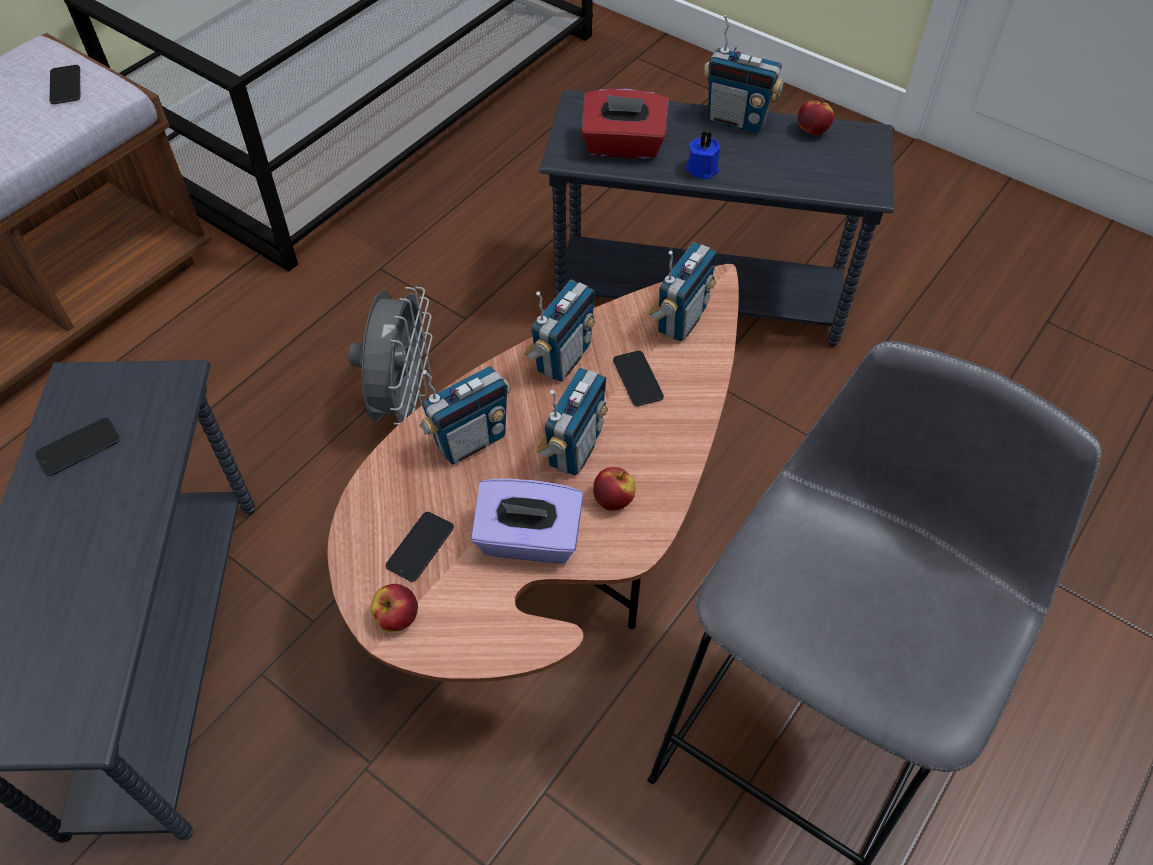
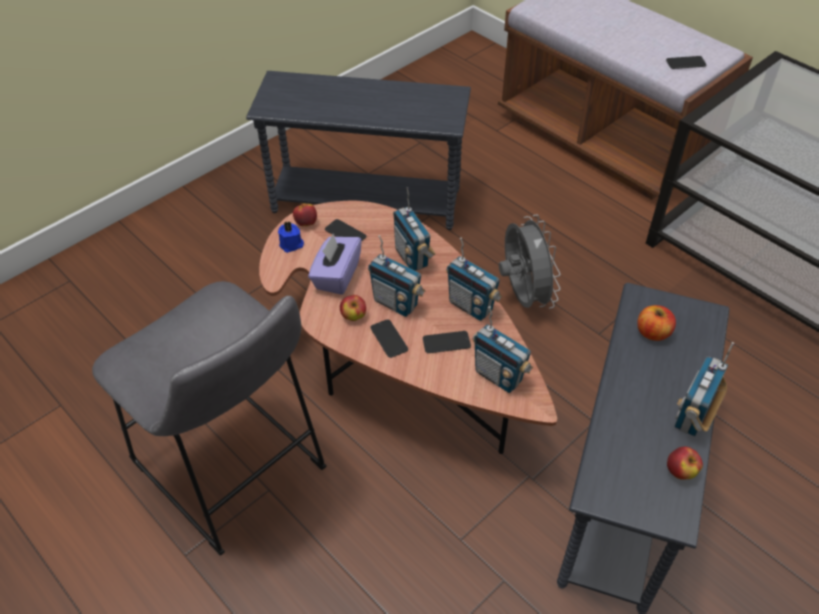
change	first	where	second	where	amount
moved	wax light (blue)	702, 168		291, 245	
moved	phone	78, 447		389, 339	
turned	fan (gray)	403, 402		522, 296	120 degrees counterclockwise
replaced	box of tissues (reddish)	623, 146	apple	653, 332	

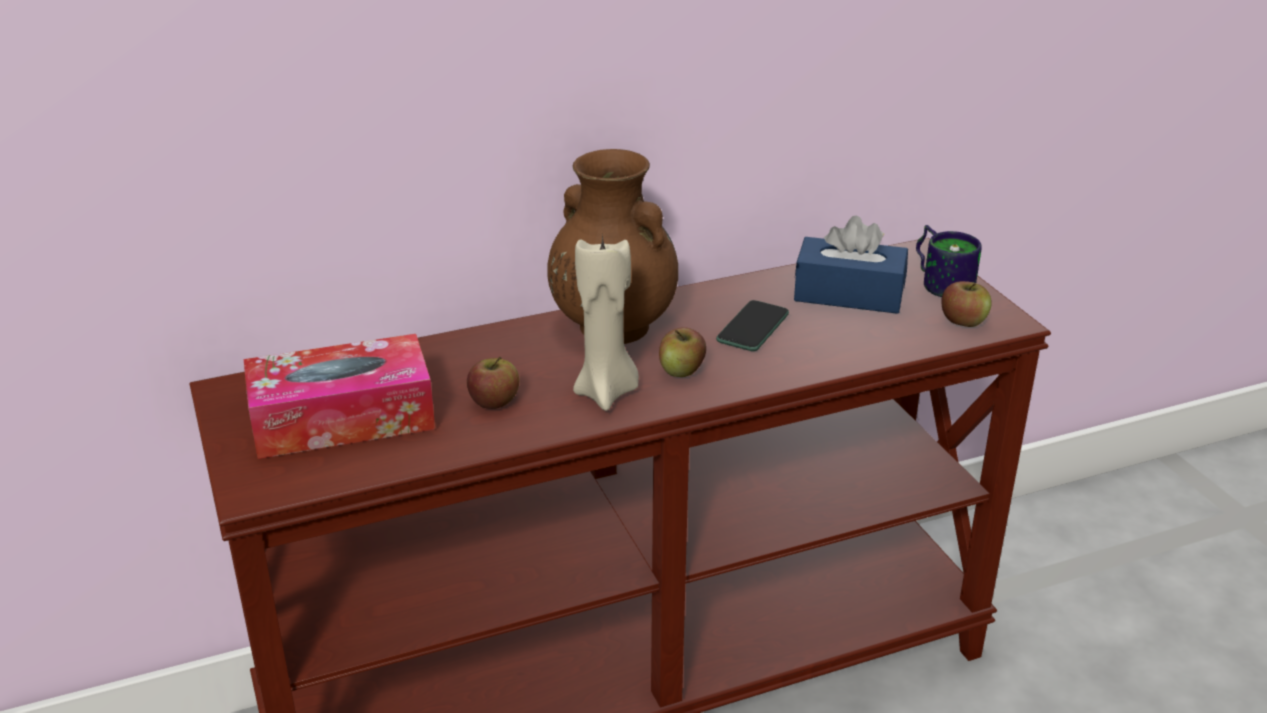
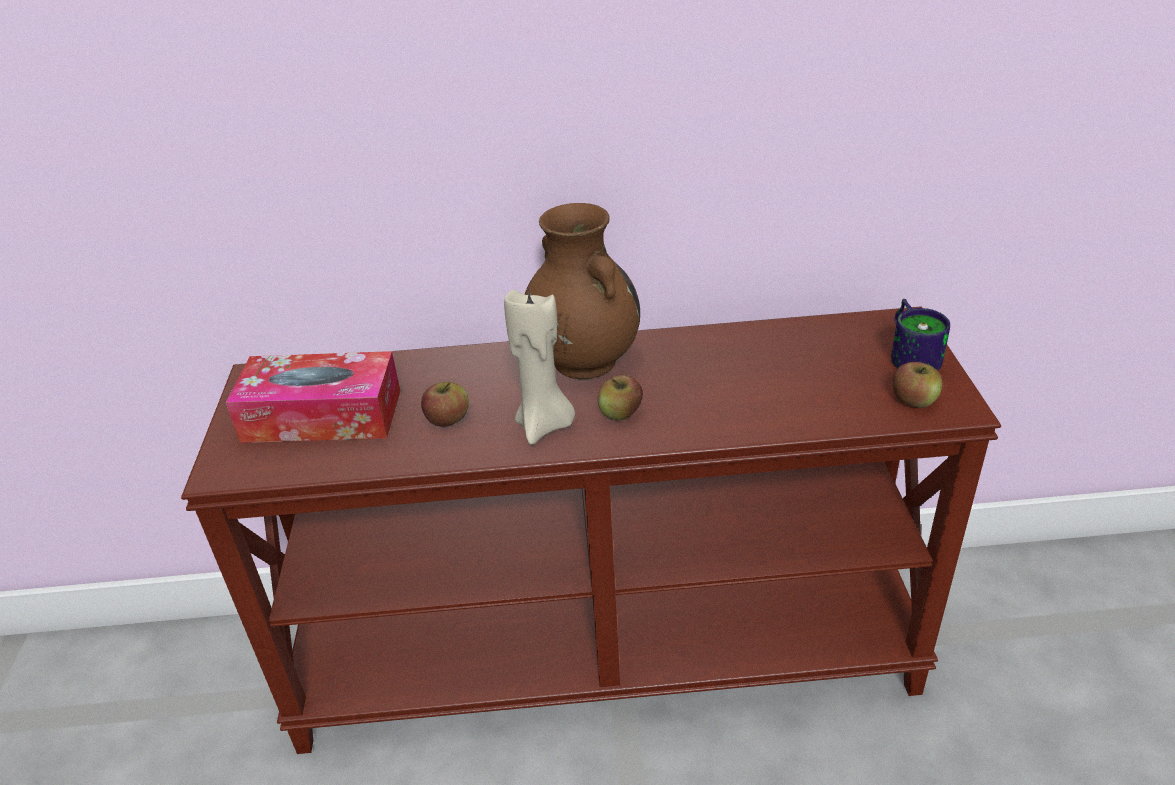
change	first	where	second	where	amount
removed	phone	753, 327			
removed	box of tissues (blue)	849, 294			

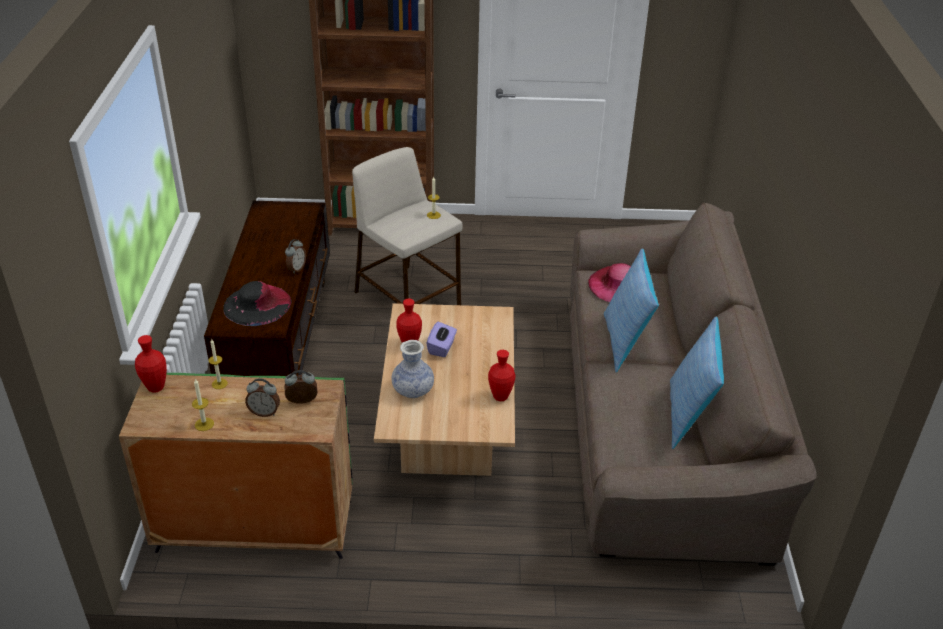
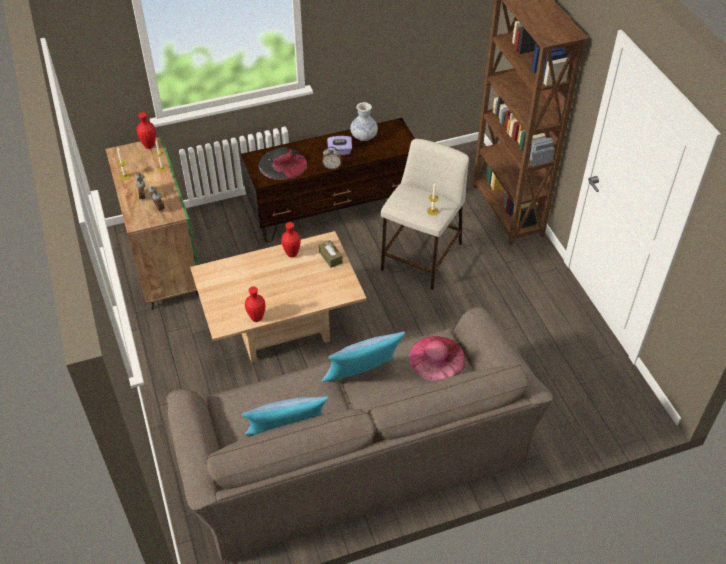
change	first	where	second	where	amount
added			box of tissues (brown-coloured)	330, 257	
moved	box of tissues (purple-coloured)	442, 348		339, 151	
moved	flower vase	413, 390		364, 136	

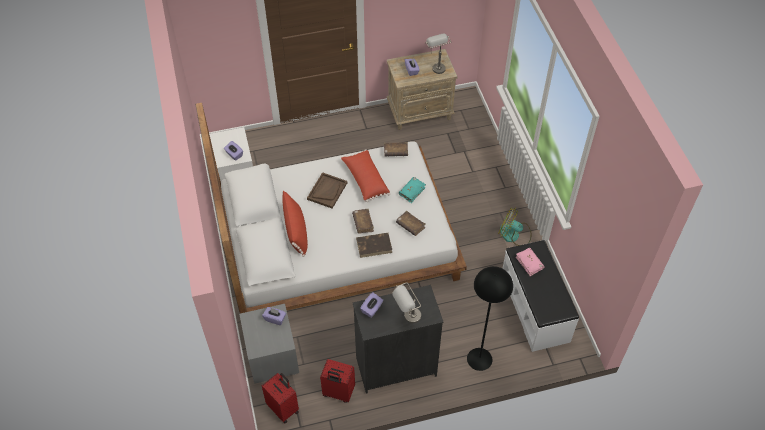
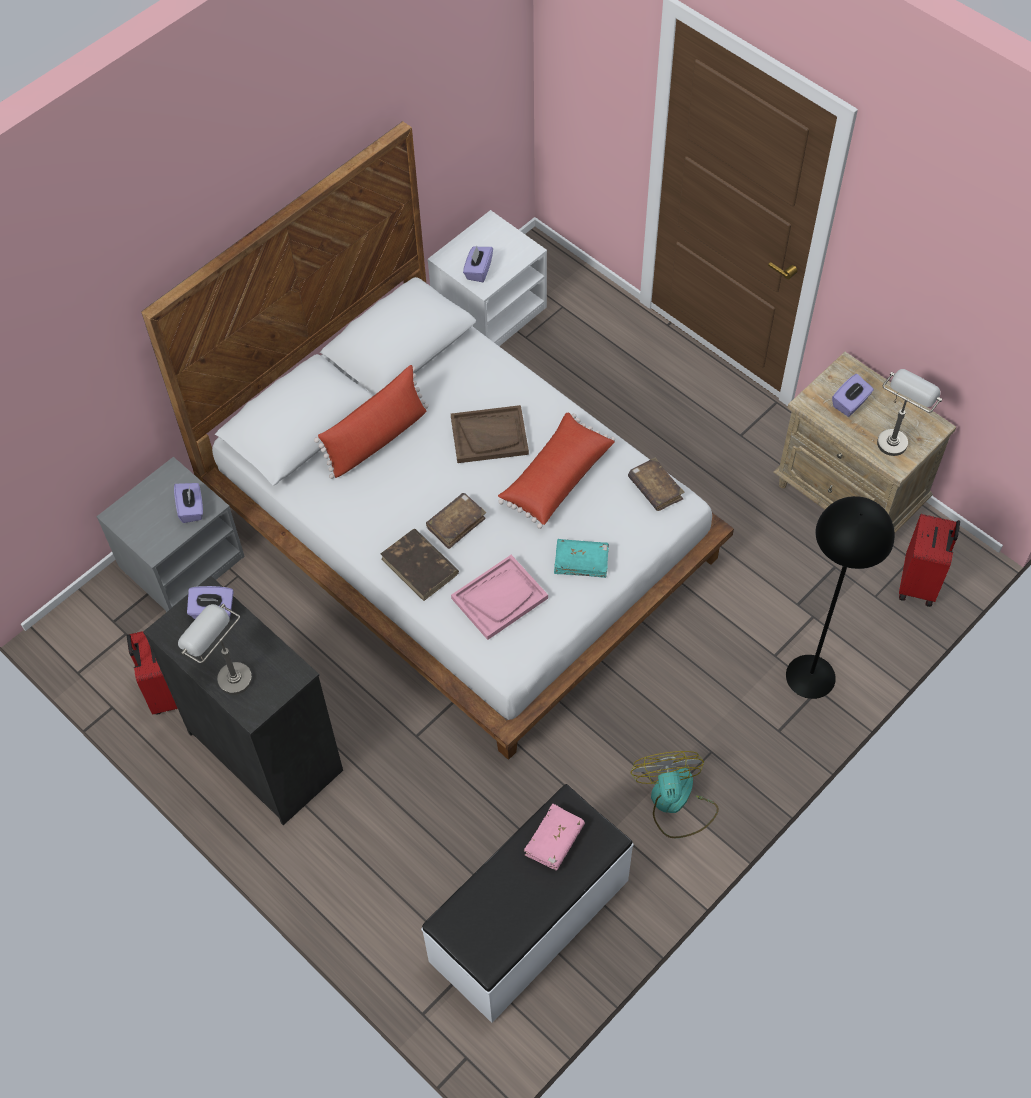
change	first	where	second	where	amount
replaced	book (brown-coloured)	410, 226	carrying tray (pink)	499, 598	
moved	standard lamp (blackish)	480, 359		811, 677	
moved	travel case (reddish)	283, 408		920, 583	

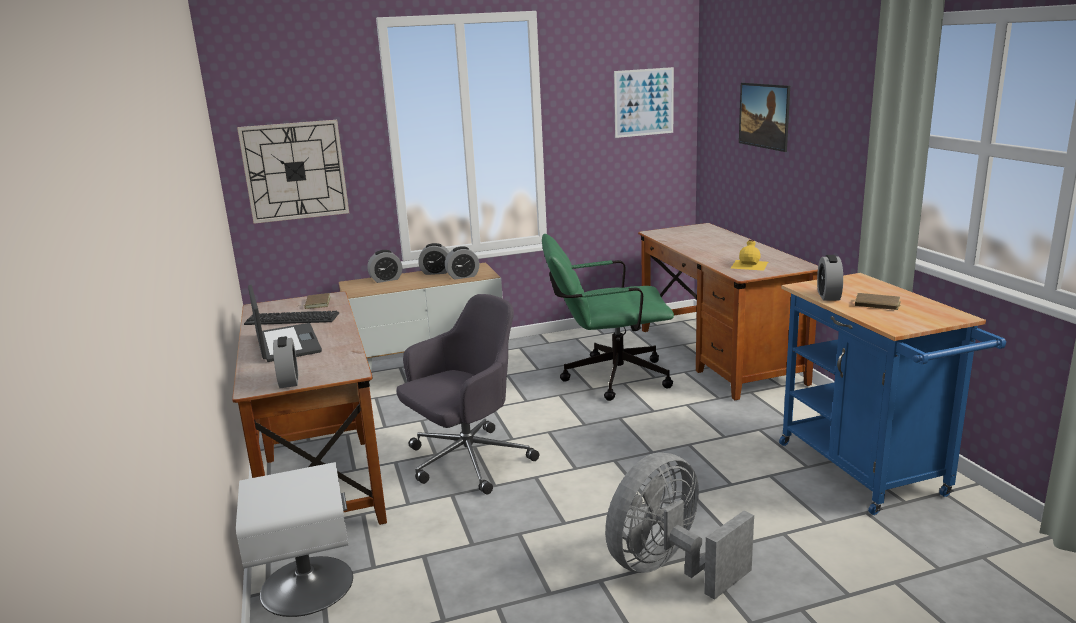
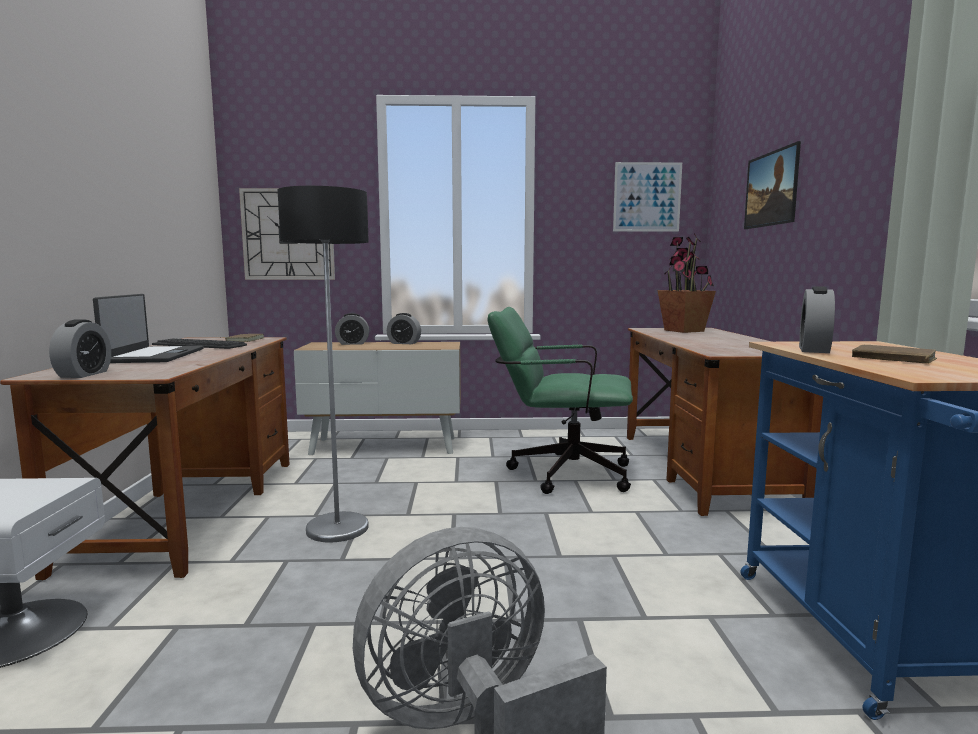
change	first	where	second	where	amount
replaced	desk chair (gray)	466, 461	standard lamp	338, 528	
added			houseplant	683, 331	
removed	bedside clock	463, 276			
removed	drink bottle (yellow-coloured)	750, 264			

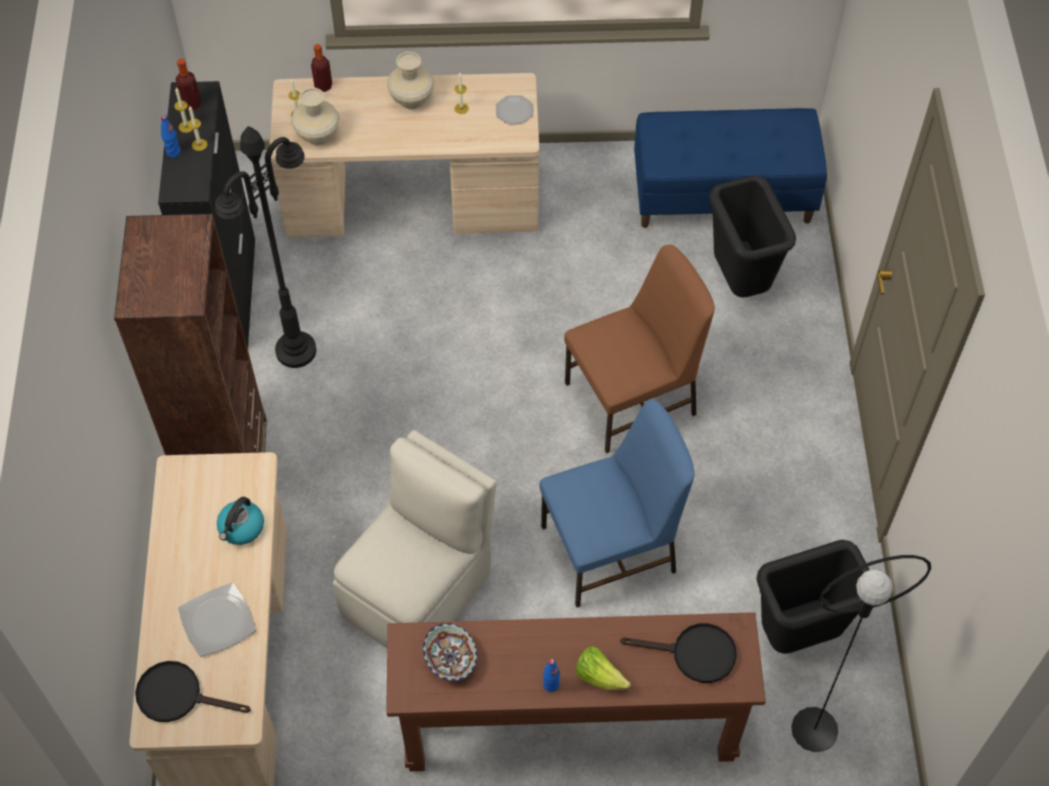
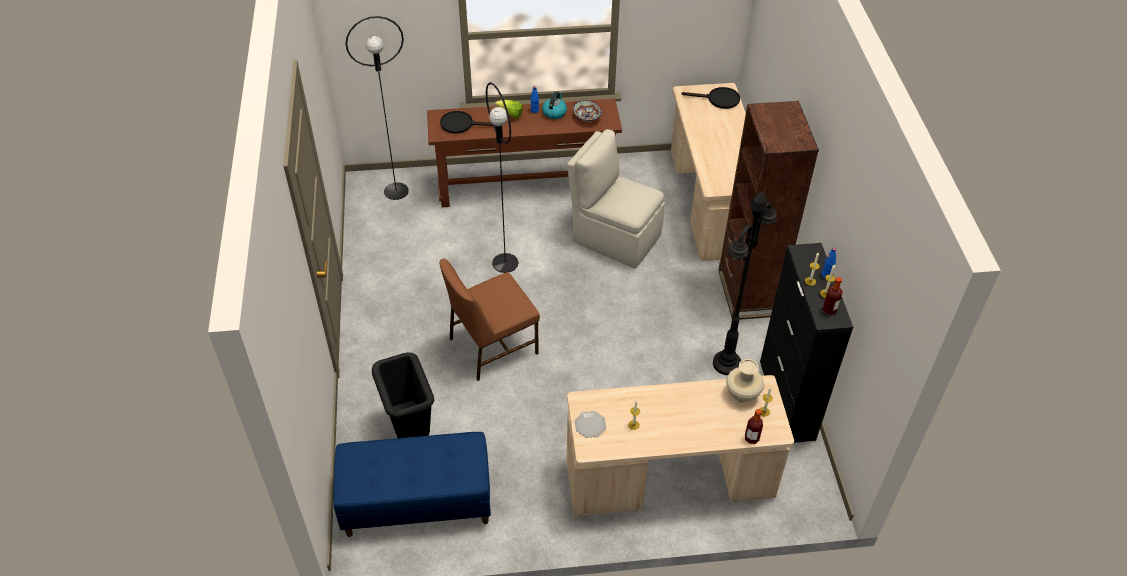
change	first	where	second	where	amount
replaced	chair (blue)	611, 549	standard lamp (blackish)	505, 263	
moved	tea kettle	241, 528		554, 112	
turned	chair (beige)	419, 592		614, 237	90 degrees clockwise
removed	plate	218, 620			
removed	flower vase (beige)	412, 100			
removed	rubbish bin (blackish)	798, 635			

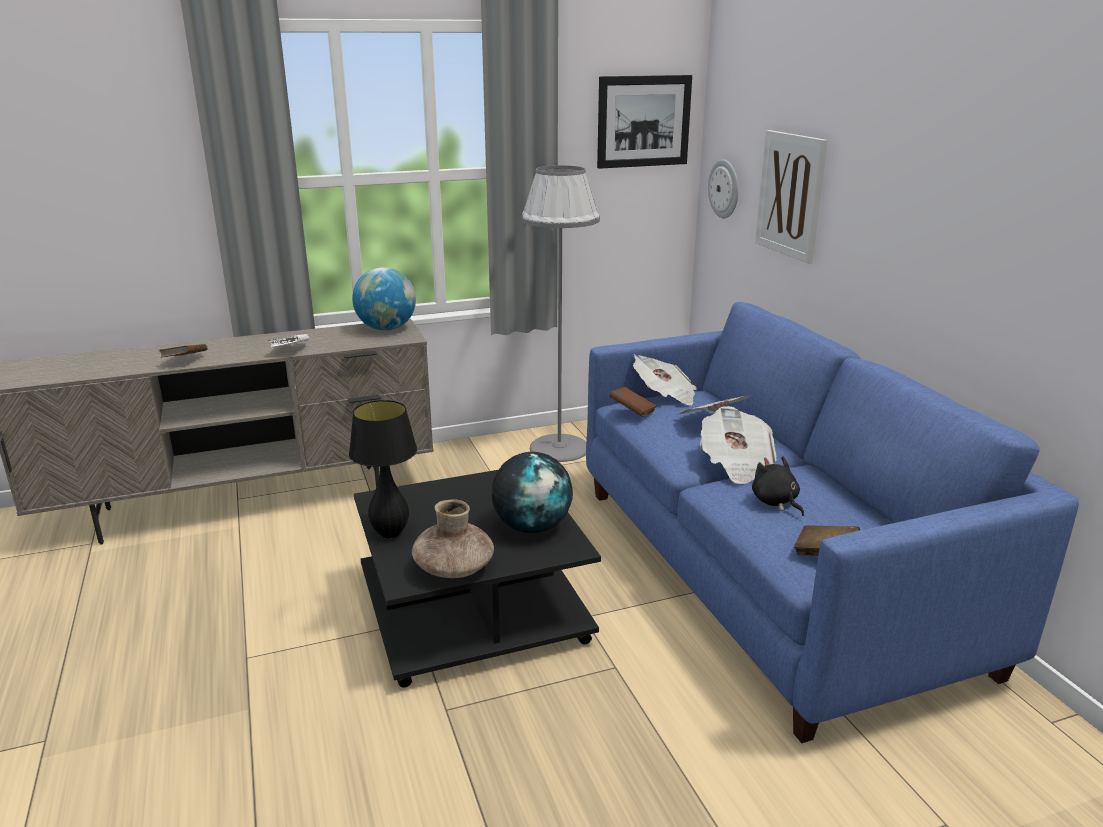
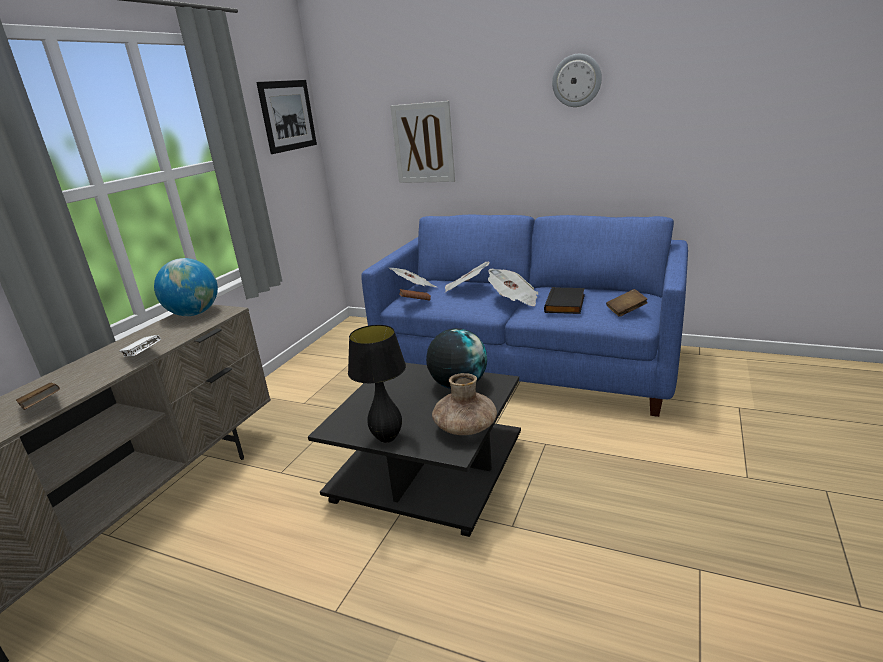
change	first	where	second	where	amount
replaced	cuddly toy (blackish)	776, 502	book (blackish)	566, 304	
moved	wall clock	724, 189		576, 80	
removed	standard lamp (gray)	559, 448			

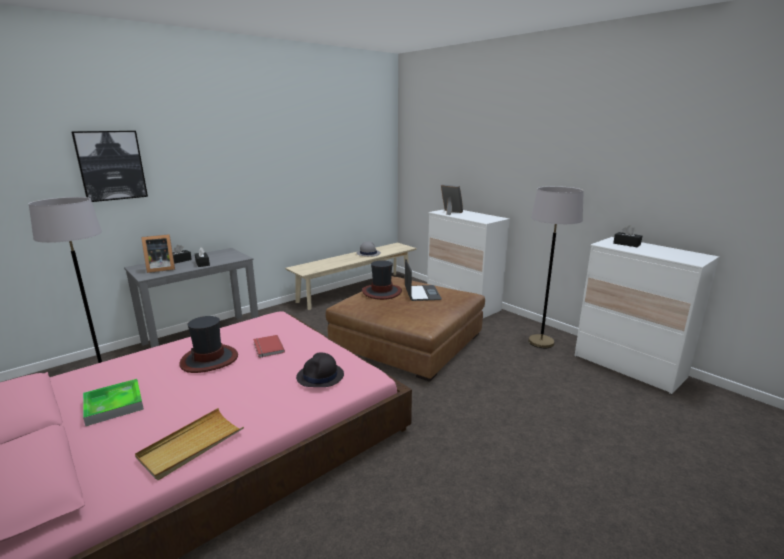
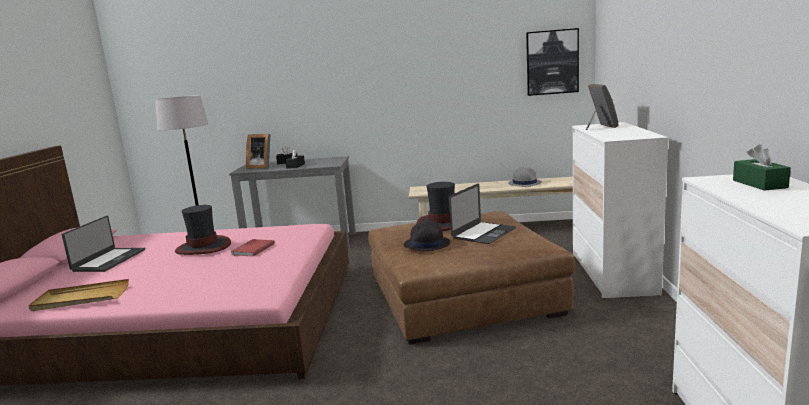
change	first	where	second	where	amount
replaced	carrying tray	114, 405	notebook computer	108, 260	
moved	wearable hat (blackish)	320, 376		426, 244	
moved	wall picture	111, 165		552, 62	
recoloured	box of tissues (blackish)	626, 244	box of tissues (green-coloured)	759, 184	
removed	standard lamp (gray)	541, 342			

